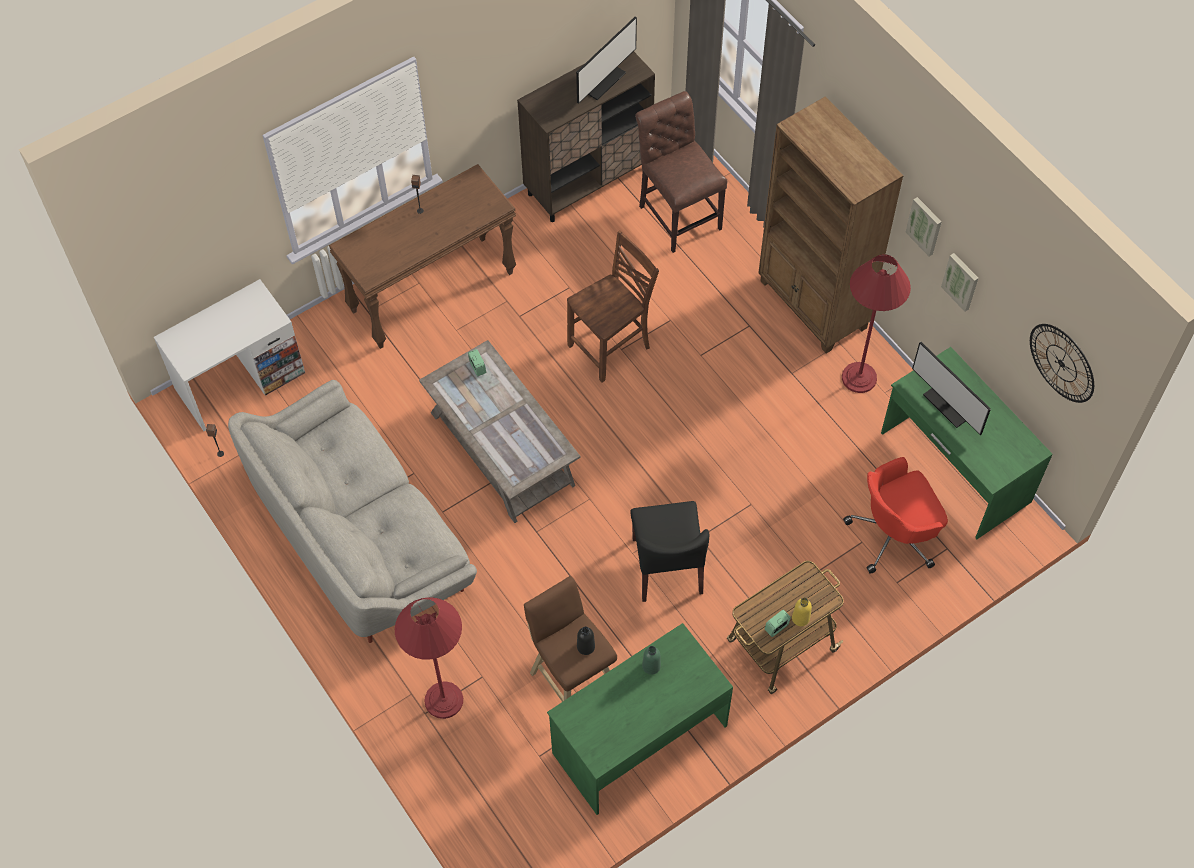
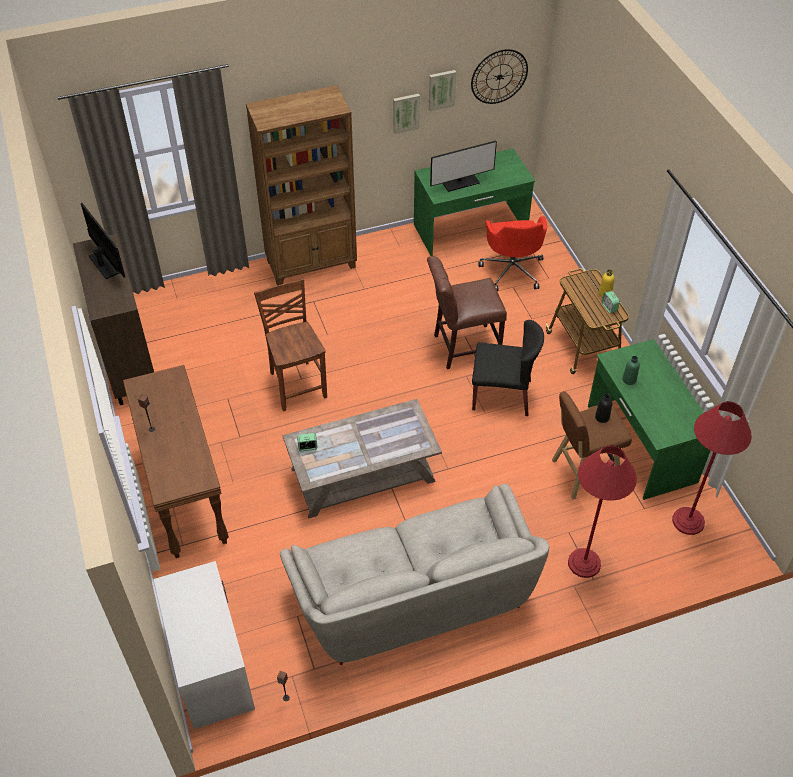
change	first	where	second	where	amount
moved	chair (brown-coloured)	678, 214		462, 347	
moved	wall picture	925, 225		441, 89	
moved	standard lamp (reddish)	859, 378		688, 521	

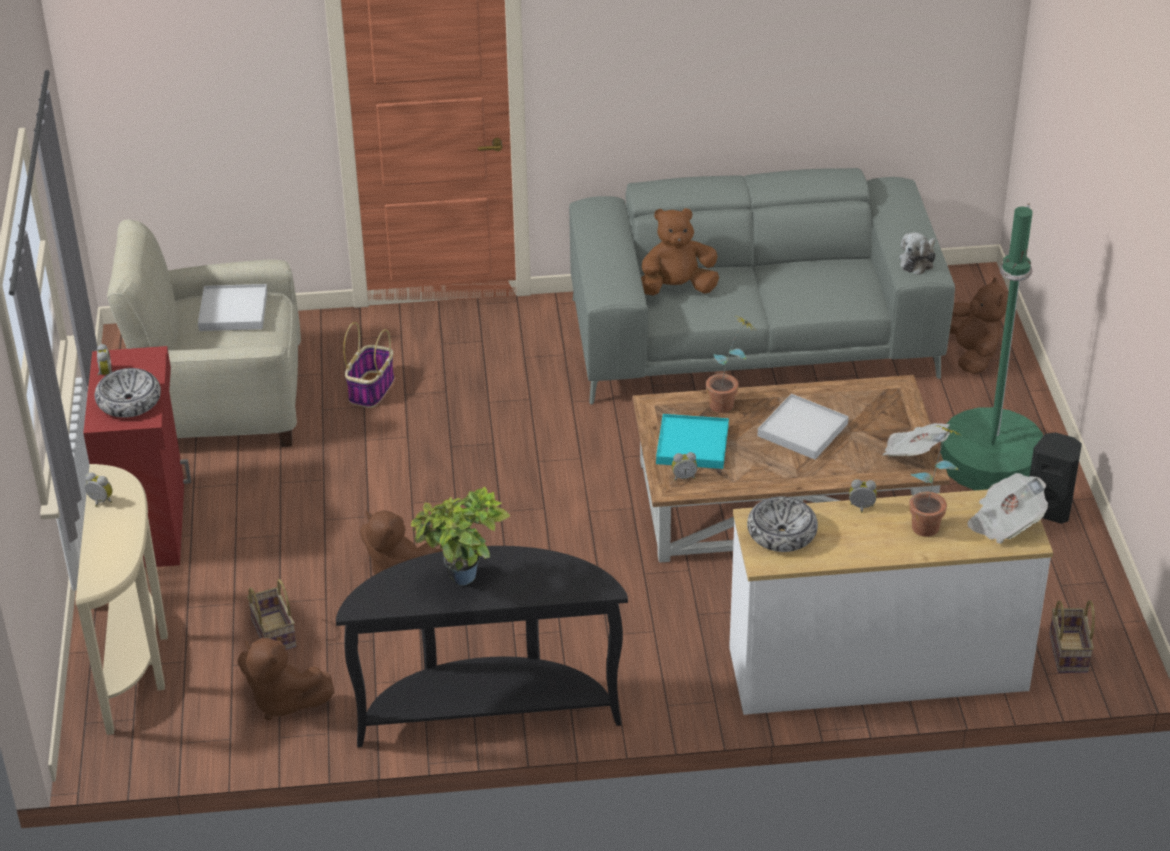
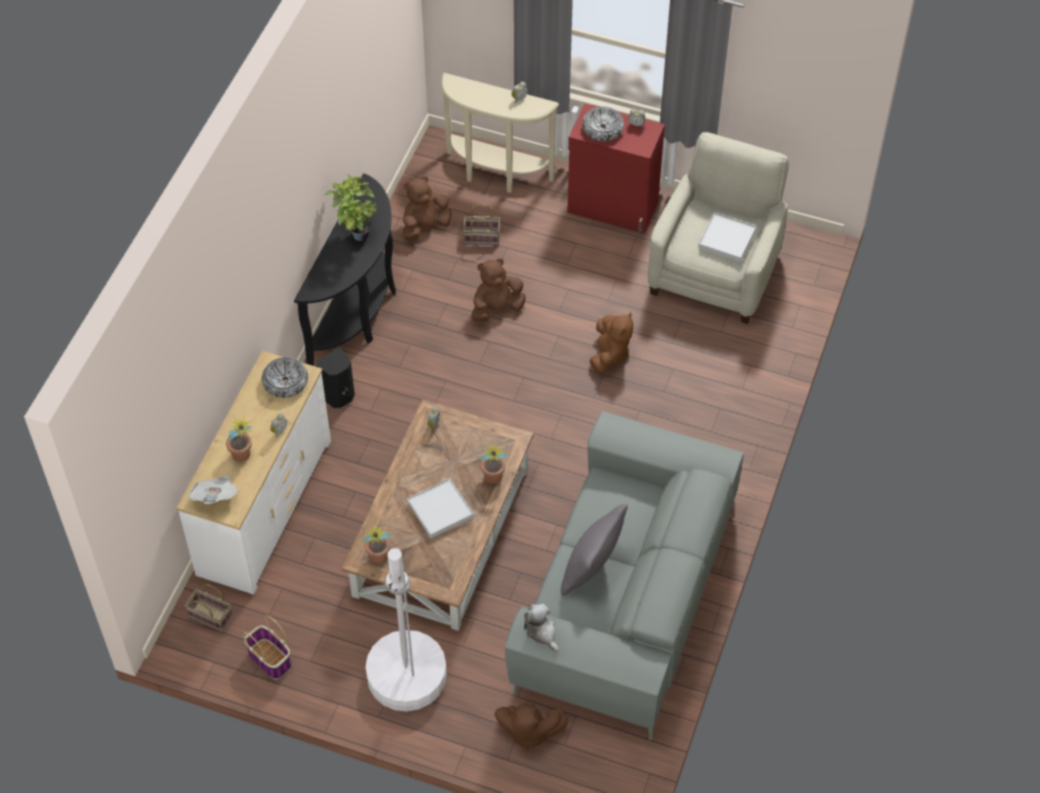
change	first	where	second	where	amount
moved	storage basket	371, 389		270, 659	
moved	loudspeaker (blackish)	1050, 509		339, 396	
replaced	newspaper	913, 453	houseplant	378, 561	
recoloured	standard lamp (green-coloured)	990, 461	standard lamp (white-coloured)	406, 675	
added			throw pillow (gray)	592, 569	
moved	cuddly toy (brown-coloured)	676, 289		609, 354	
removed	carrying tray (turquoise-coloured)	692, 445			

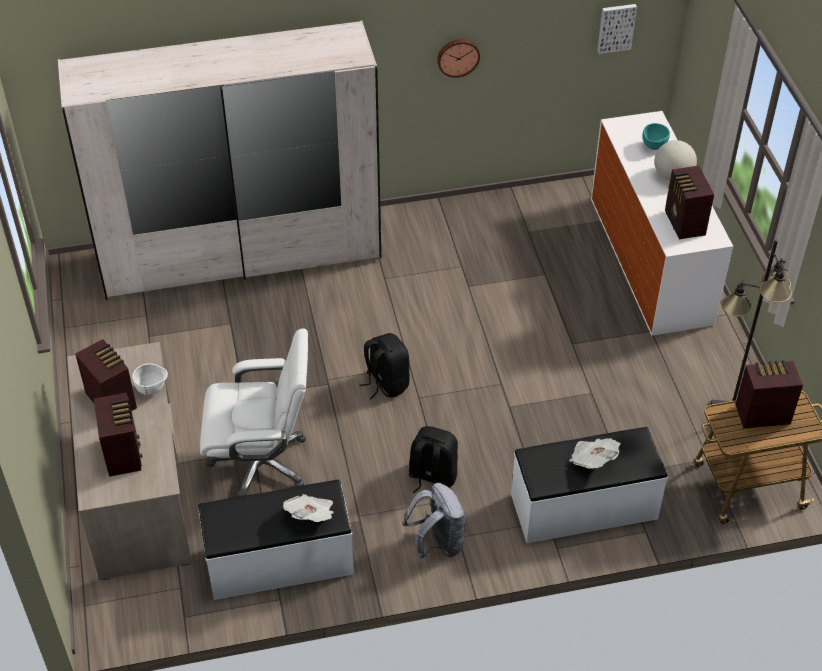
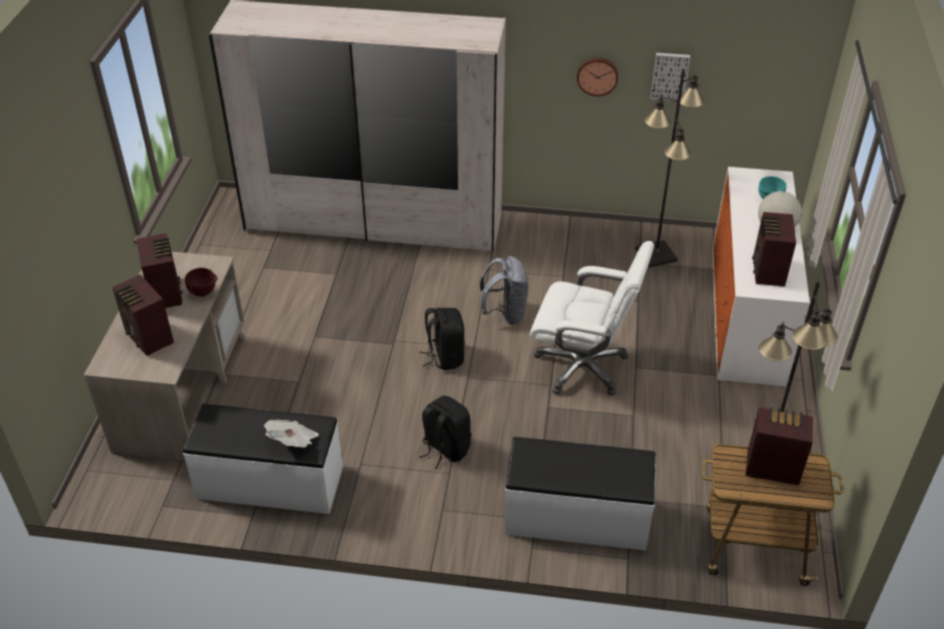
change	first	where	second	where	amount
turned	radio set	123, 453		149, 338	135 degrees clockwise
recoloured	deep dish (white-coloured)	153, 390	deep dish (brown-coloured)	204, 293	
moved	rucksack (gray)	437, 543		505, 313	
moved	desk chair (white-coloured)	262, 463		583, 366	
added			standard lamp (blackish)	656, 255	
moved	wall picture	616, 27		670, 76	
removed	newspaper	593, 460			

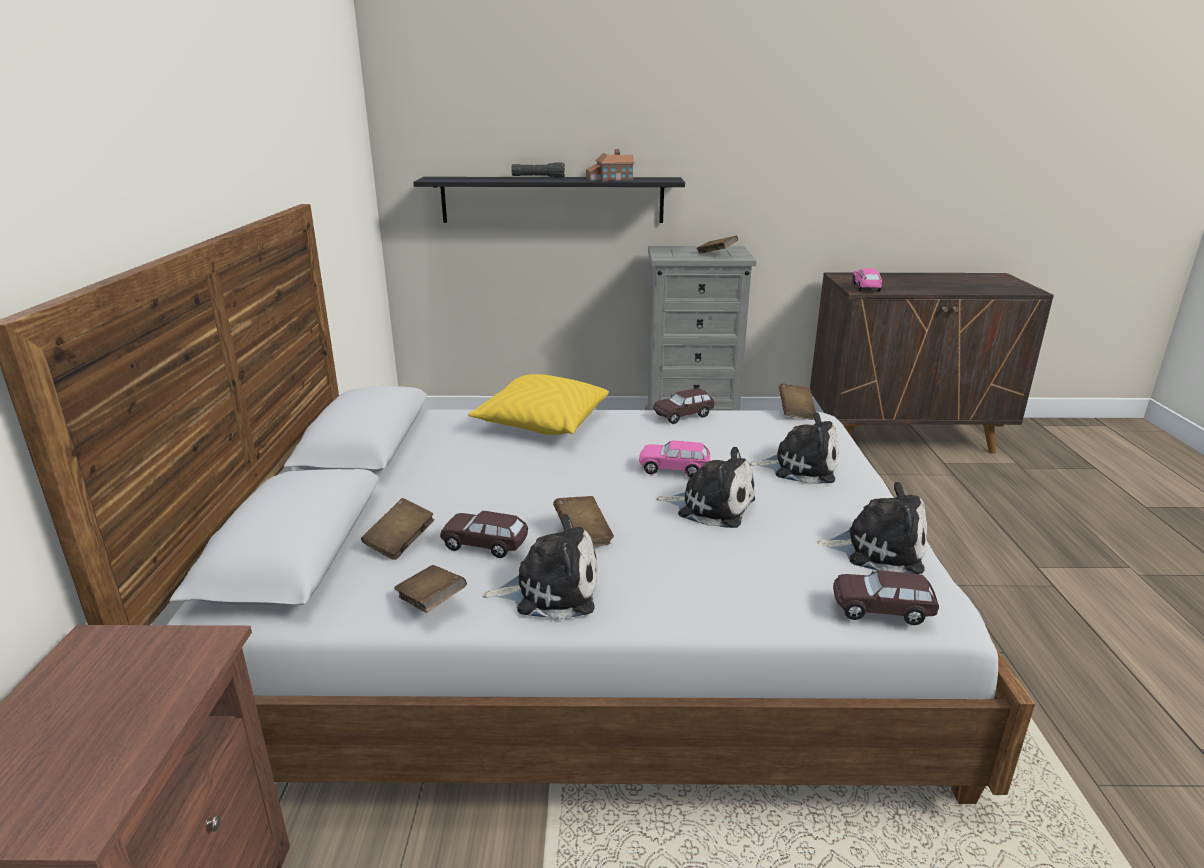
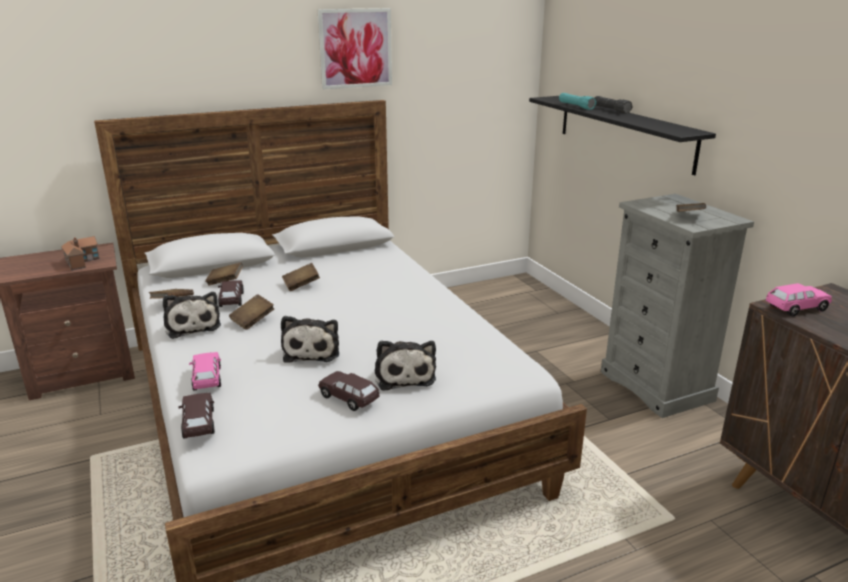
change	first	where	second	where	amount
moved	model house	609, 179		82, 261	
moved	toy car (pink)	674, 469		207, 379	
moved	book (brown-coloured)	795, 412		301, 285	
added			wall picture	355, 48	
moved	toy car (brown-coloured)	683, 415		349, 398	
added			torch (turquoise-coloured)	576, 106	
removed	throw pillow (yellow-coloured)	542, 423			
removed	cuddly toy	877, 549			

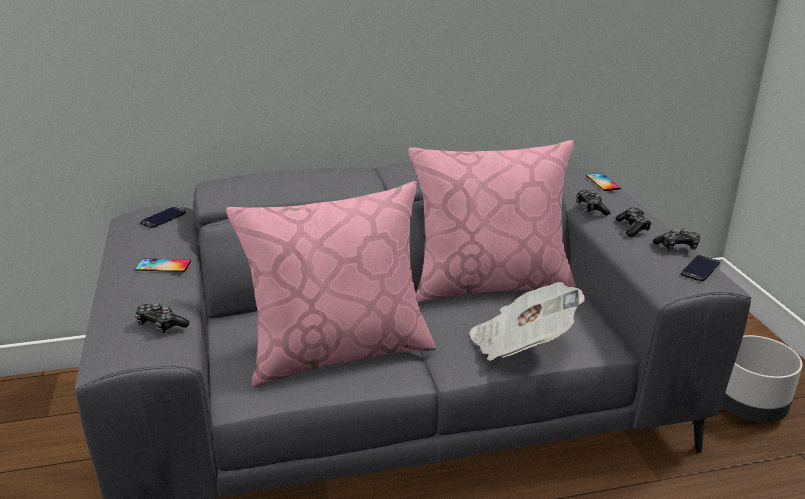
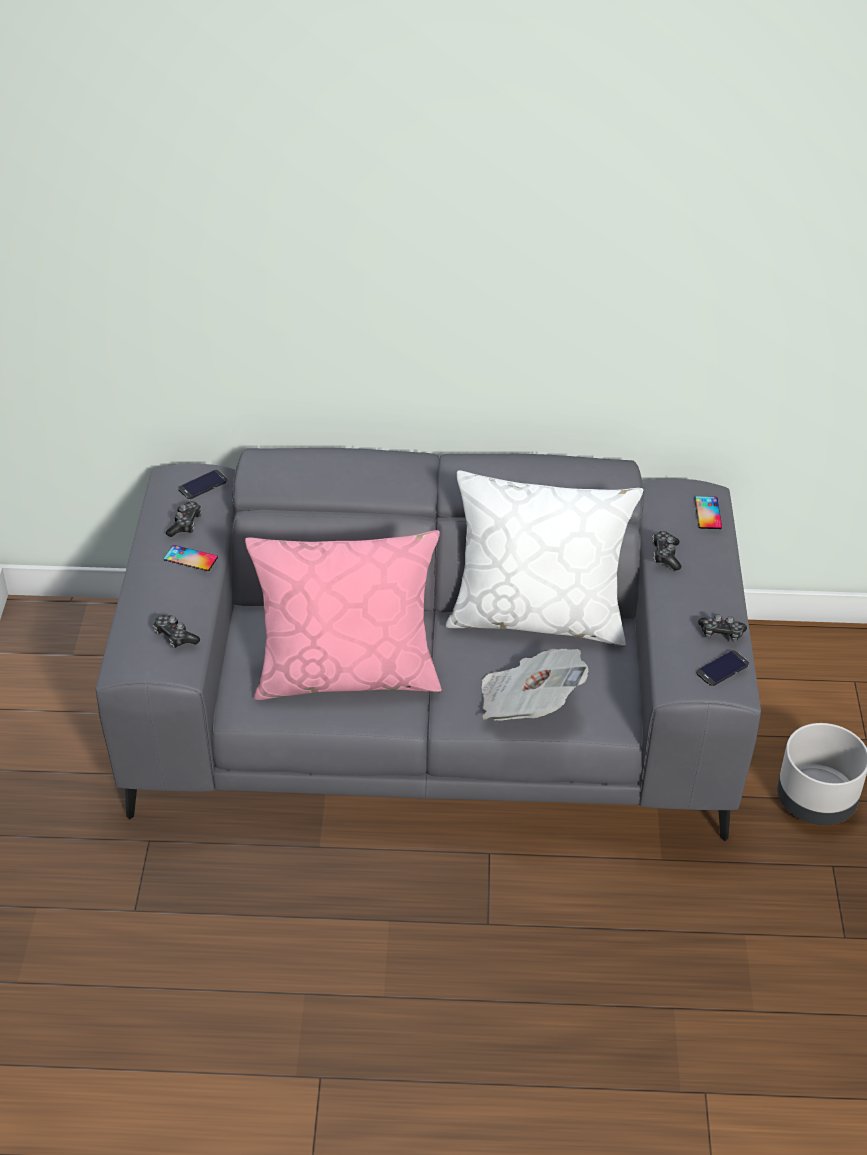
change	first	where	second	where	amount
moved	gamepad	633, 228		185, 524	
recoloured	throw pillow (pink)	490, 283	throw pillow (white-coloured)	538, 616	

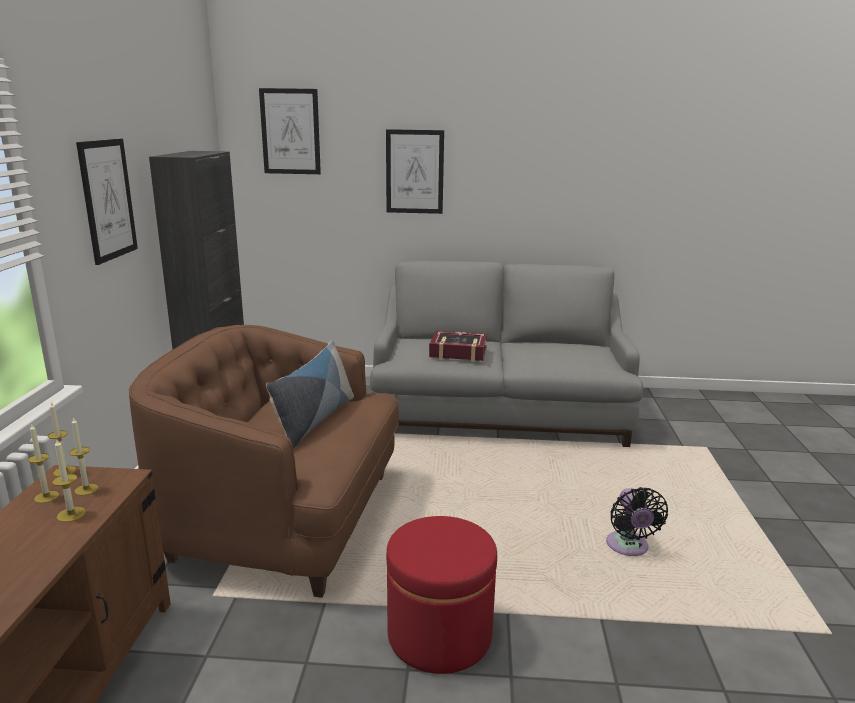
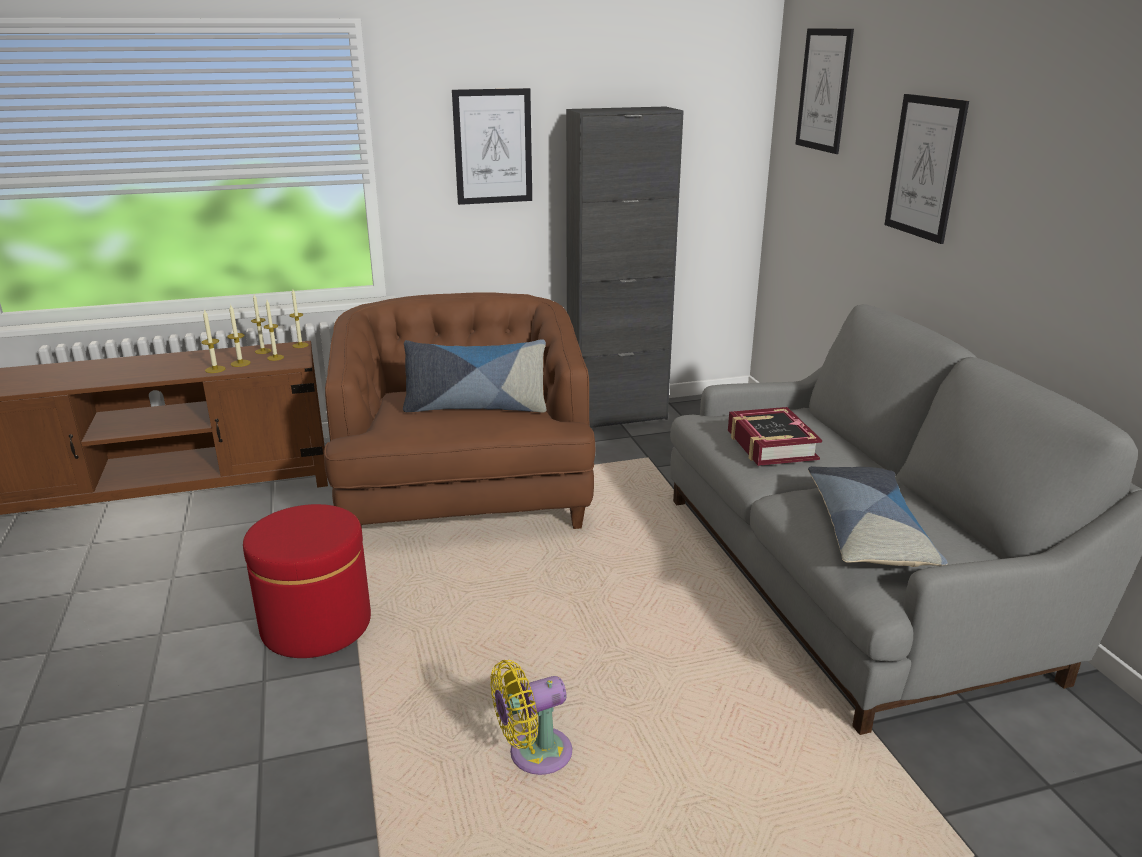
change	first	where	second	where	amount
added			wax light	215, 369	
recoloured	fan (blackish)	628, 548	fan (yellow-coloured)	534, 754	
added			throw pillow	867, 530	

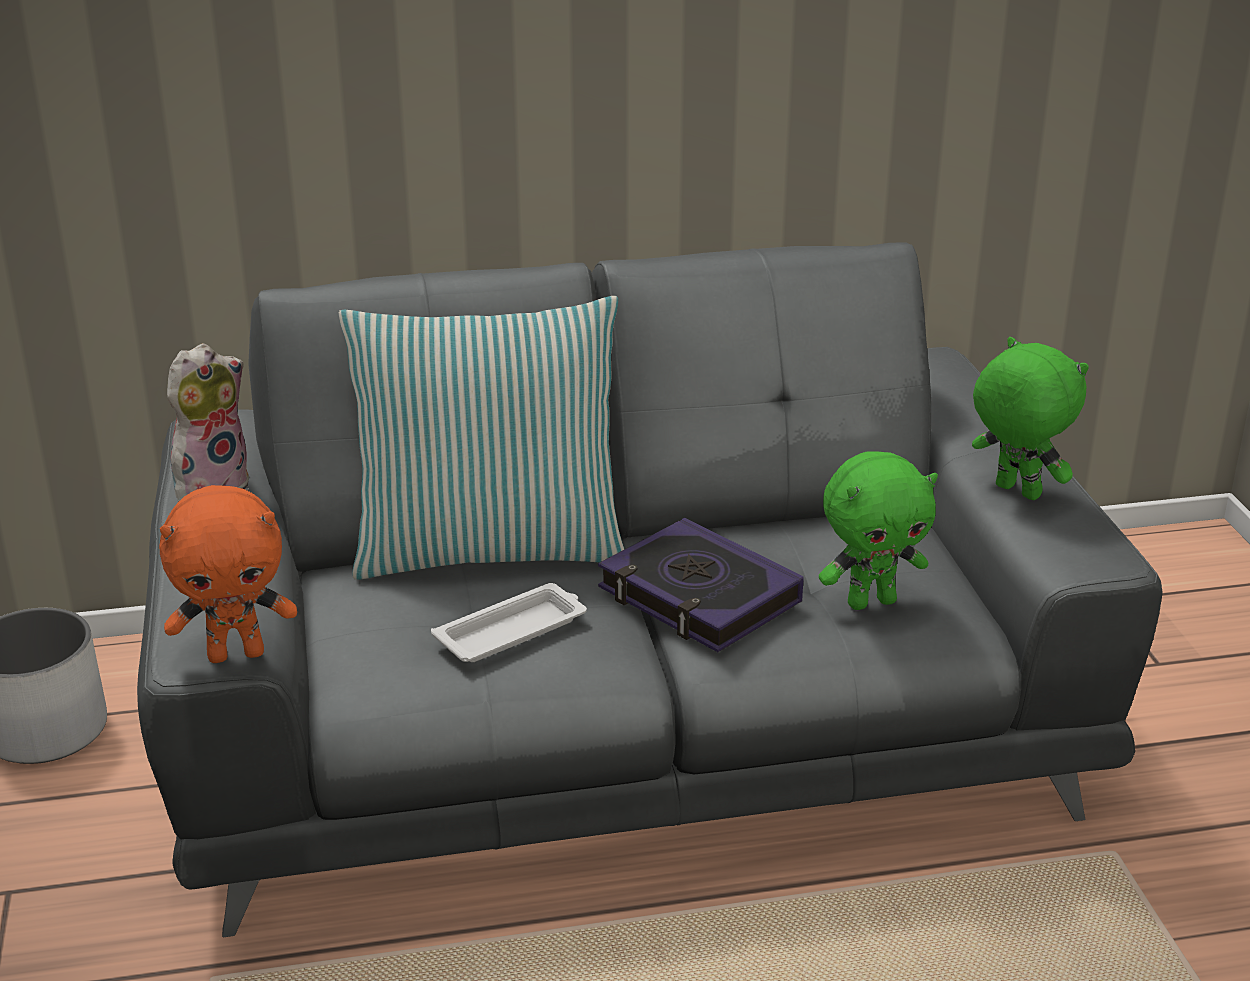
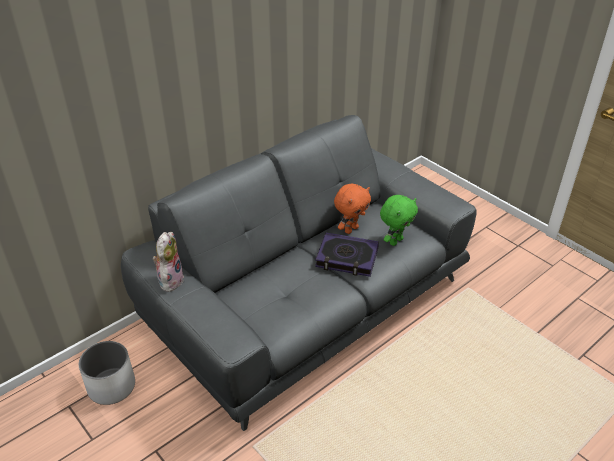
change	first	where	second	where	amount
moved	cuddly toy (orange-coloured)	237, 653		350, 229	
removed	throw pillow	490, 548			
removed	carrying tray (white-coloured)	513, 631			
removed	cuddly toy (green-coloured)	1015, 492			

